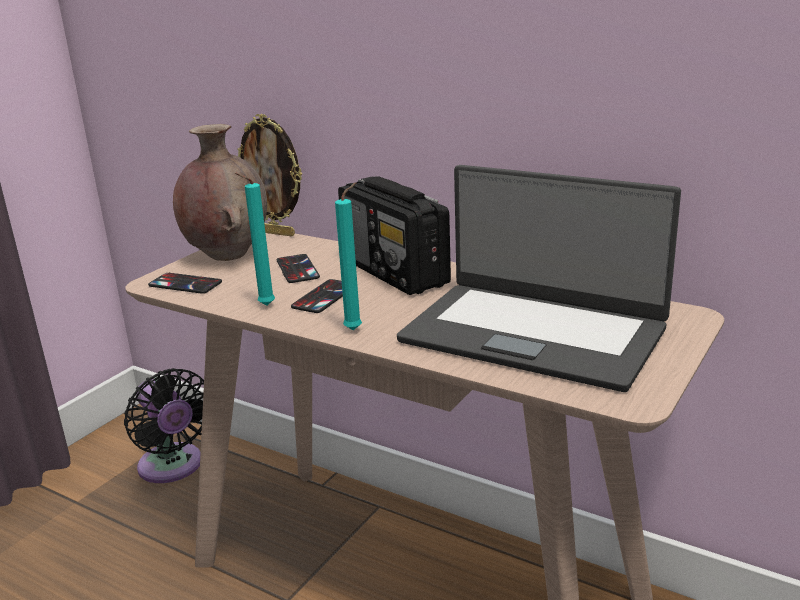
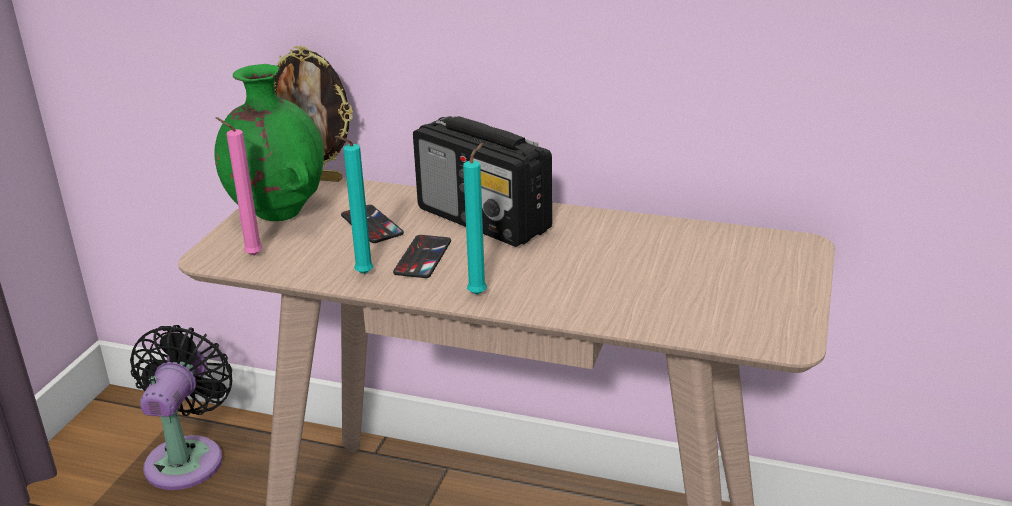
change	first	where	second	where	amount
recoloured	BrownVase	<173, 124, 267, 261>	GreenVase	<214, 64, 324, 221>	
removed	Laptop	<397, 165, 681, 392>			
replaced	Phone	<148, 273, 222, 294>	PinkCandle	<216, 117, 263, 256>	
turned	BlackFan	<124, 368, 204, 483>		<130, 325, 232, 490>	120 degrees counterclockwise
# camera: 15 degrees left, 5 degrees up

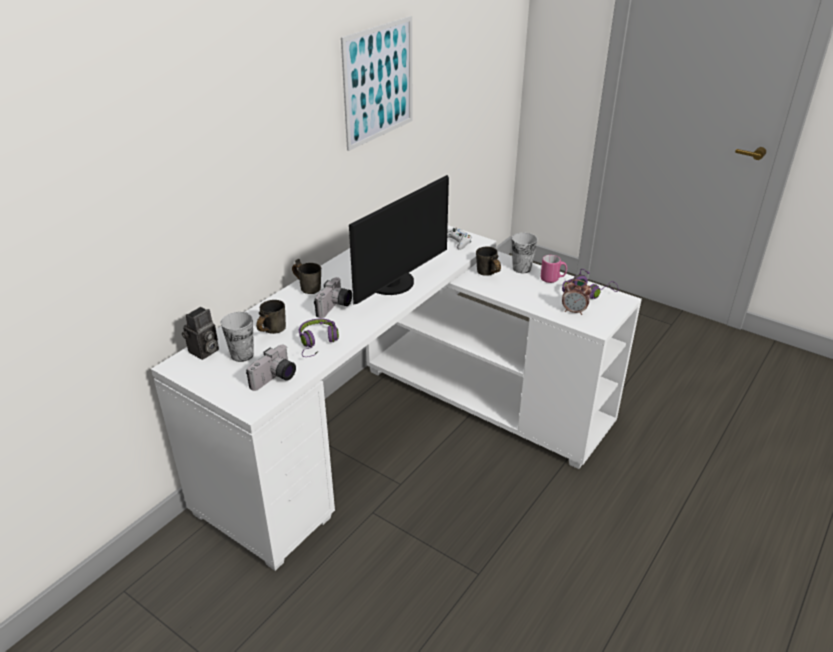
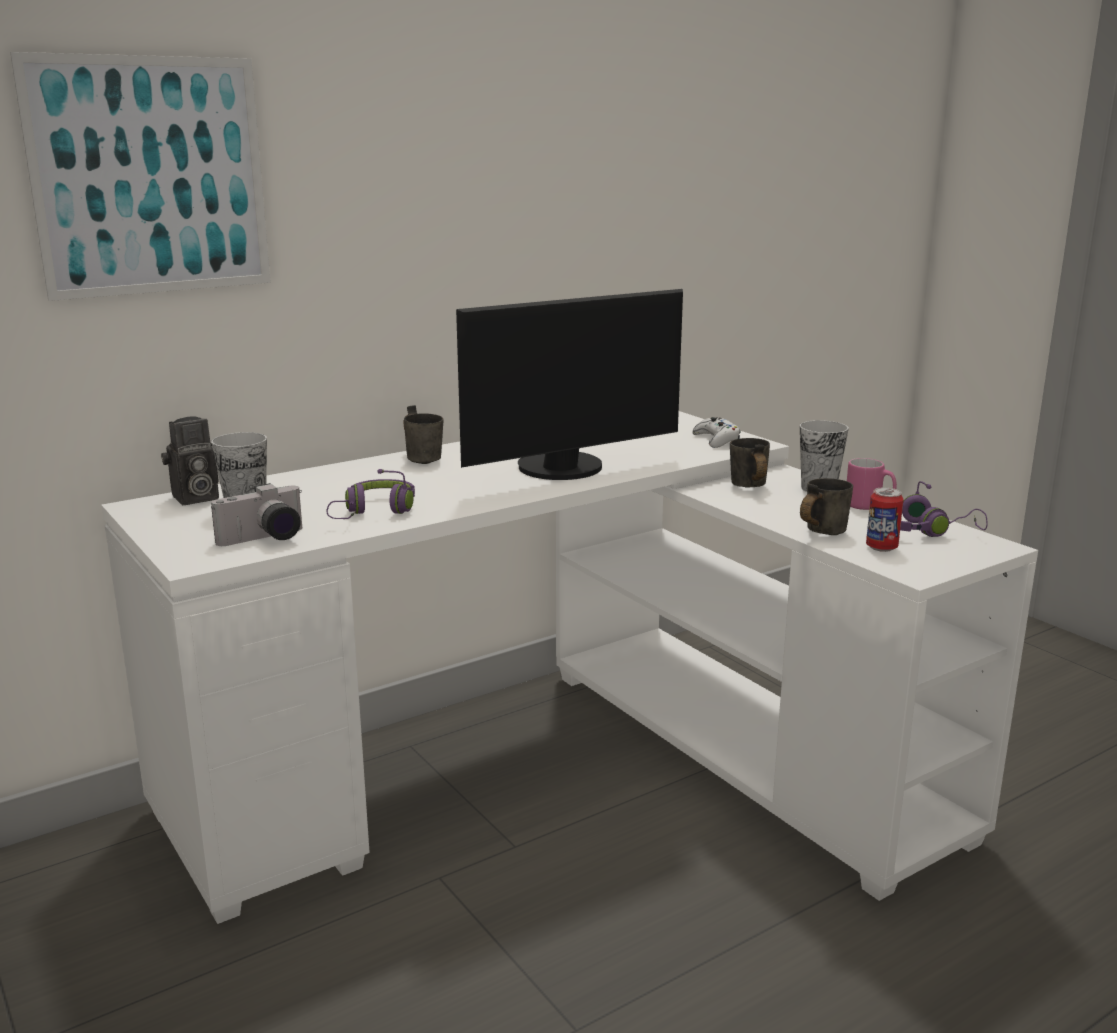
change	first	where	second	where	amount
moved	Picture	<341, 16, 412, 151>		<10, 52, 271, 301>	
removed	PhotoCamera	<314, 277, 352, 318>			
replaced	AlarmClock	<562, 280, 592, 315>	Can	<866, 487, 904, 552>	
moved	GreyMug	<256, 300, 286, 334>		<800, 478, 853, 535>	
# camera: 20 degrees right, 15 degrees down

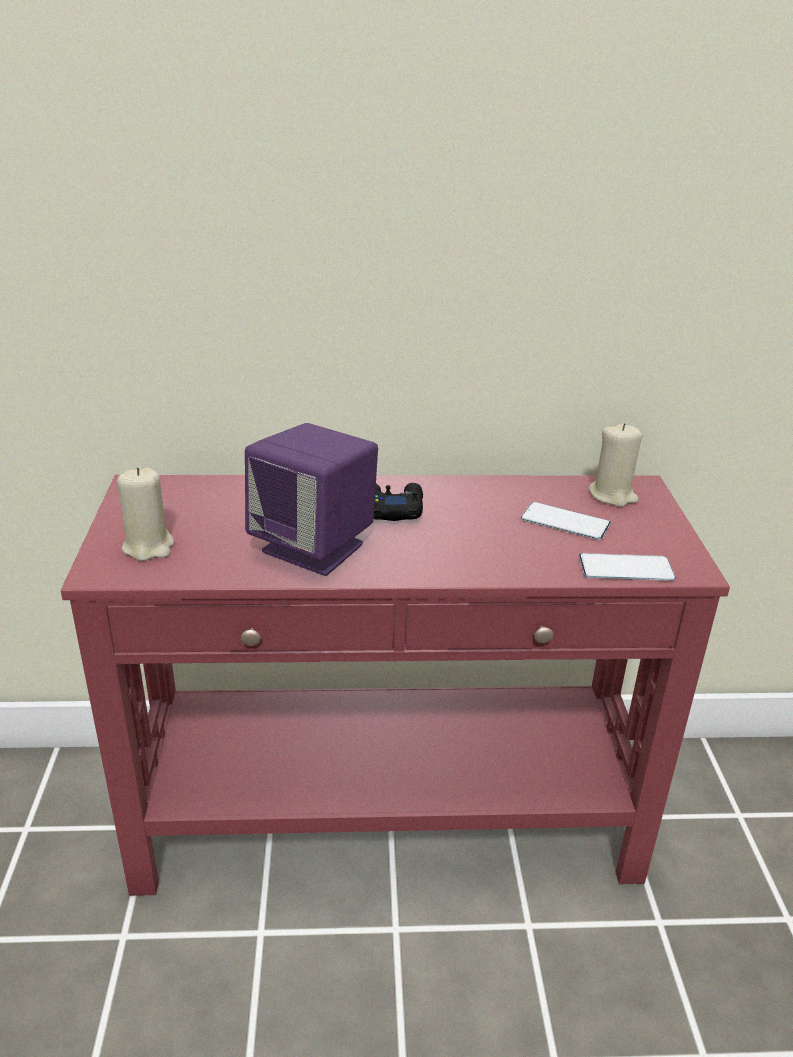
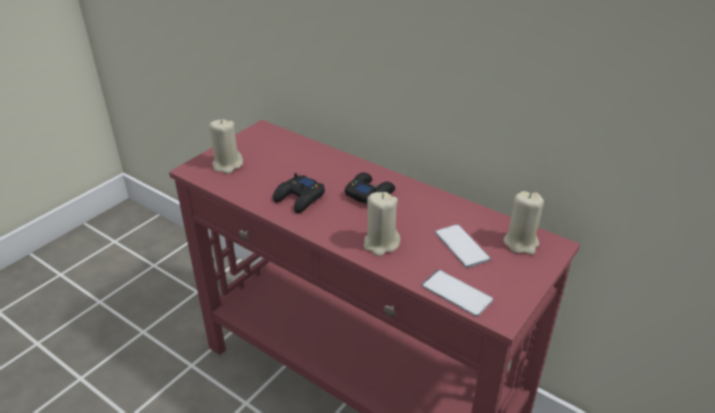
change	first	where	second	where	amount
replaced	PurpleSpeaker	<245, 423, 378, 576>	BlackGameController	<273, 173, 325, 213>	
added			BeigeCandle	<364, 192, 400, 256>	
# camera: 40 degrees right, 5 degrees up

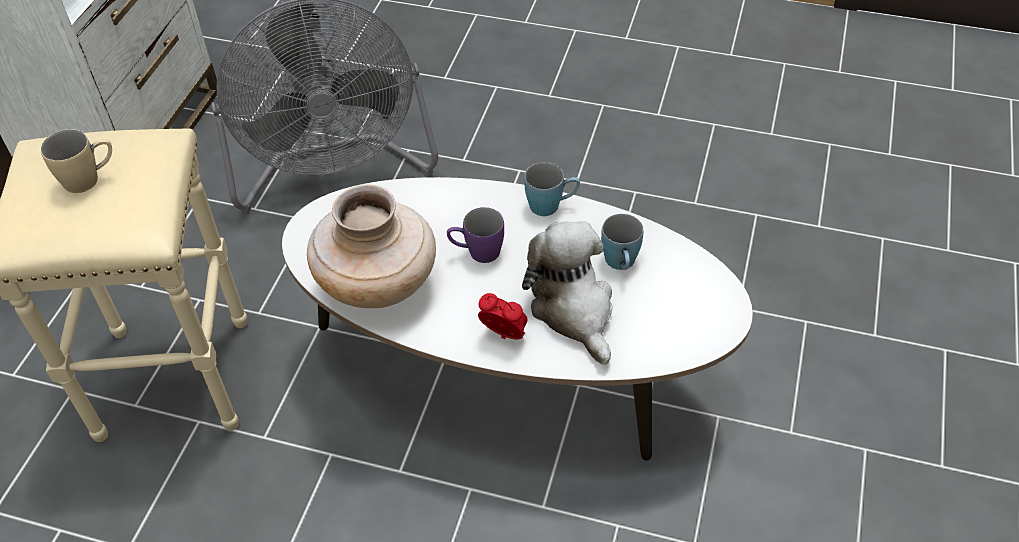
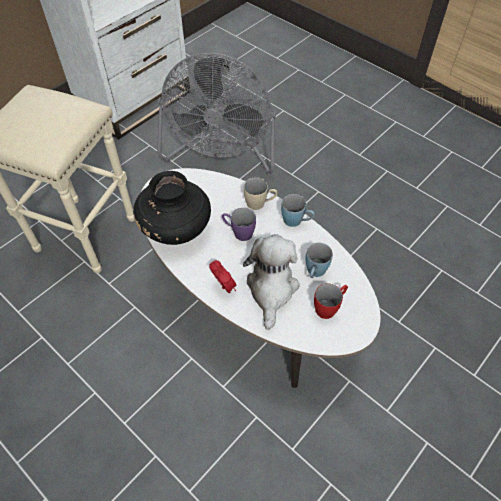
change	first	where	second	where	amount
moved	BeigeMug	<40, 129, 112, 193>		<244, 177, 277, 210>	
recoloured	BeigeVase	<307, 184, 436, 308>	BlackVase	<133, 171, 211, 245>	
added			RedMug	<314, 283, 348, 319>	
# camera: 25 degrees right, 5 degrees up

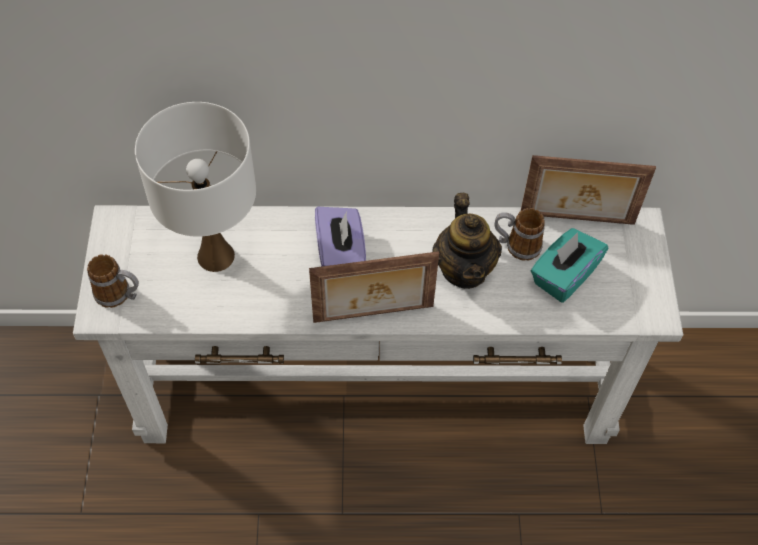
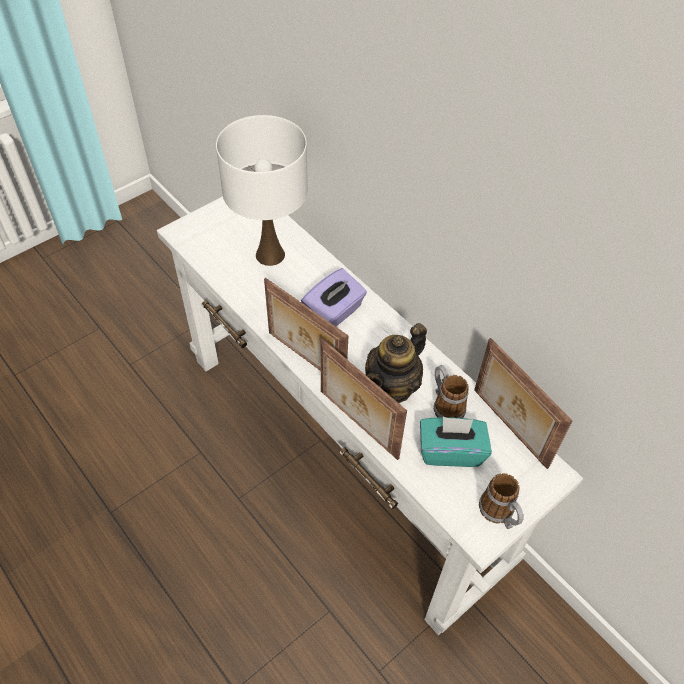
change	first	where	second	where	amount
moved	Mug	<87, 254, 139, 308>		<479, 473, 524, 529>	
added			PictureFrame	<321, 339, 407, 460>	
# camera: 50 degrees right, 5 degrees down

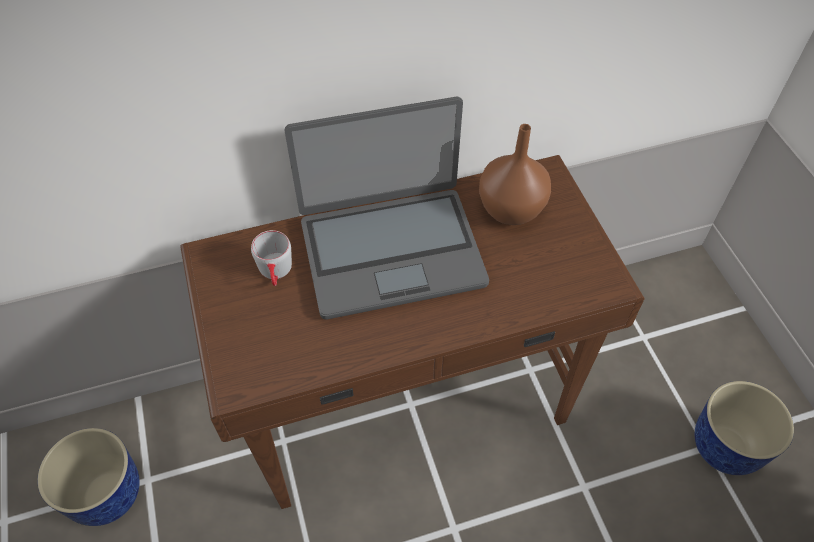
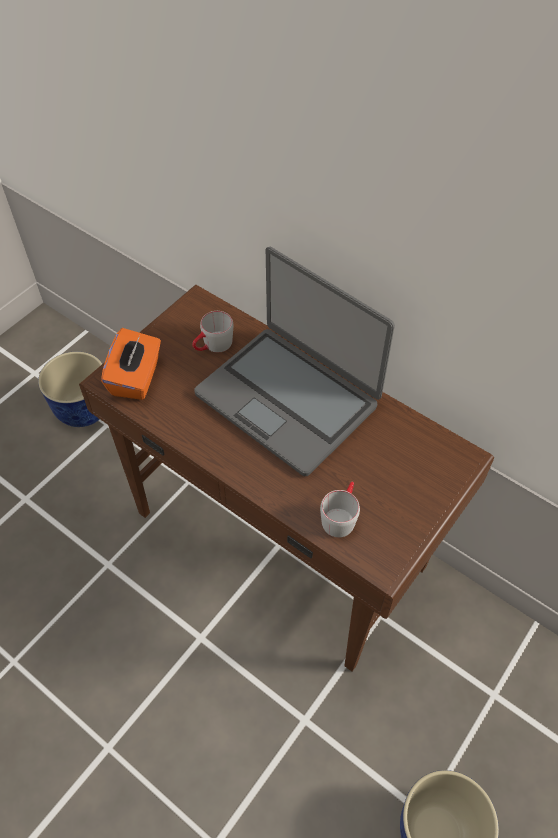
change	first	where	second	where	amount
removed	BrownVase	<479, 124, 551, 225>			
added			OrangeTissueBox	<101, 328, 161, 400>	
added			GreyMug	<320, 482, 360, 538>	
# camera: 55 degrees right, 0 degrees up

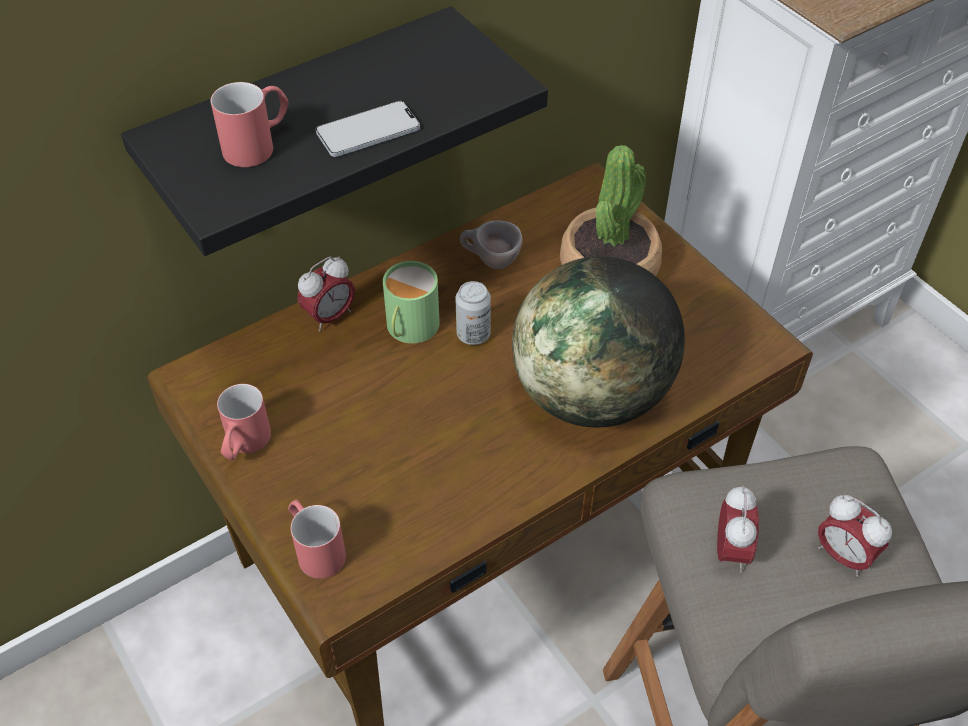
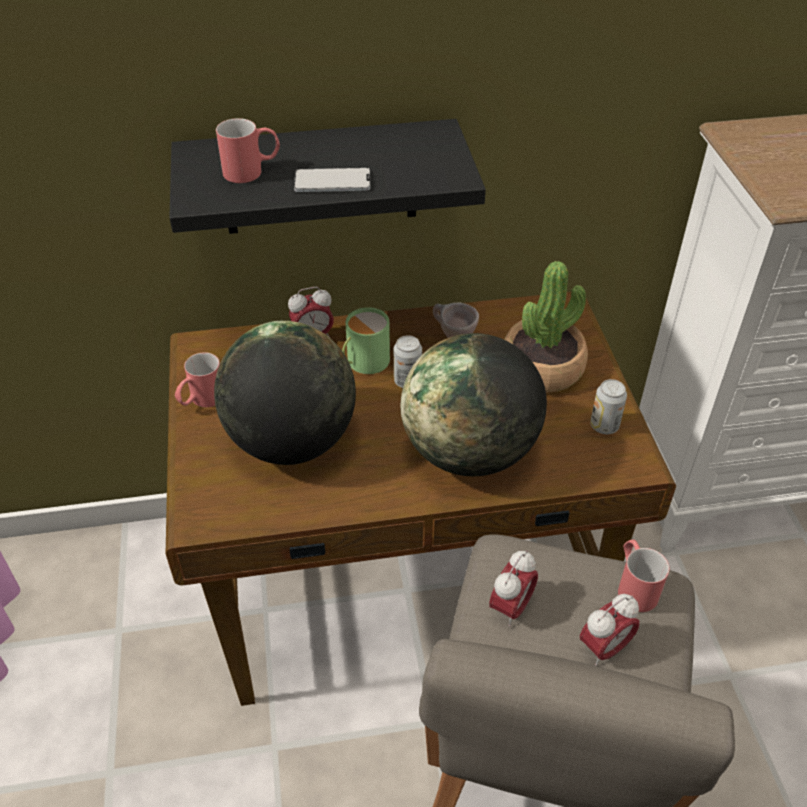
change	first	where	second	where	amount
turned	AlarmClock	<818, 495, 892, 577>		<580, 594, 640, 666>	105 degrees counterclockwise
moved	RedMug	<288, 499, 346, 579>		<618, 539, 669, 612>	
added			Globe	<214, 321, 356, 465>	
added			Can	<590, 379, 627, 434>	
# camera: 25 degrees right, 5 degrees down

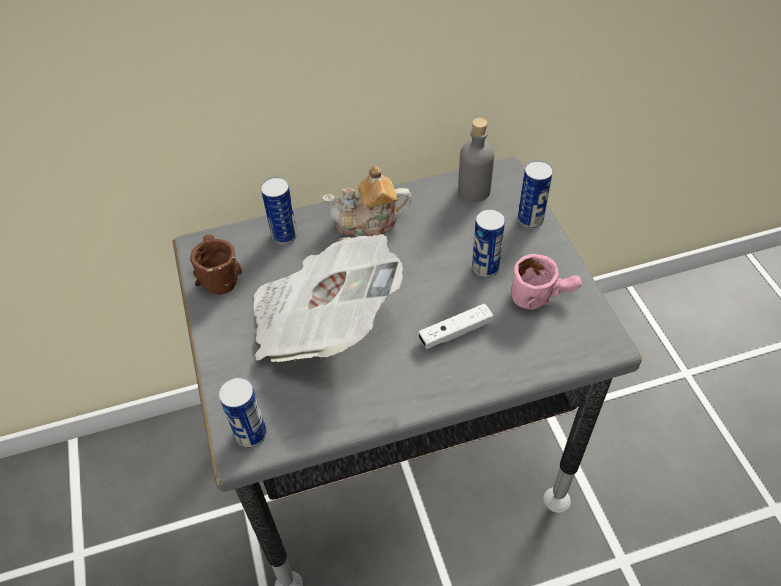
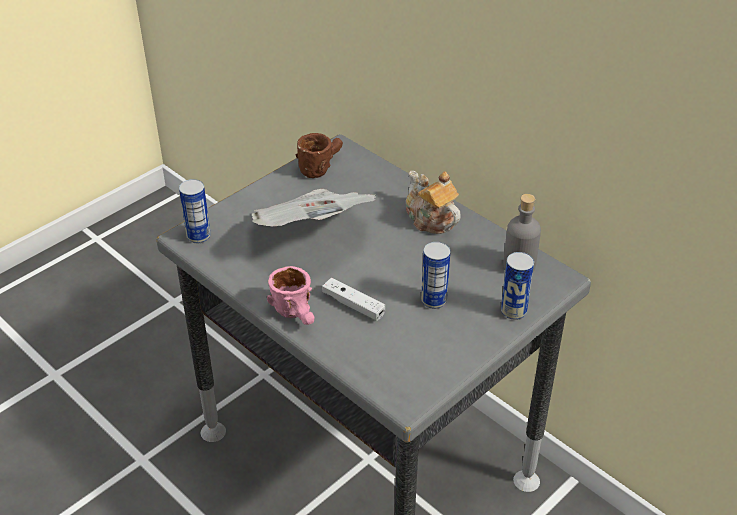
change	first	where	second	where	amount
removed	Can	<261, 177, 297, 245>			
moved	PinkMug	<511, 254, 582, 310>		<267, 266, 314, 325>	
# camera: 60 degrees right, 10 degrees down

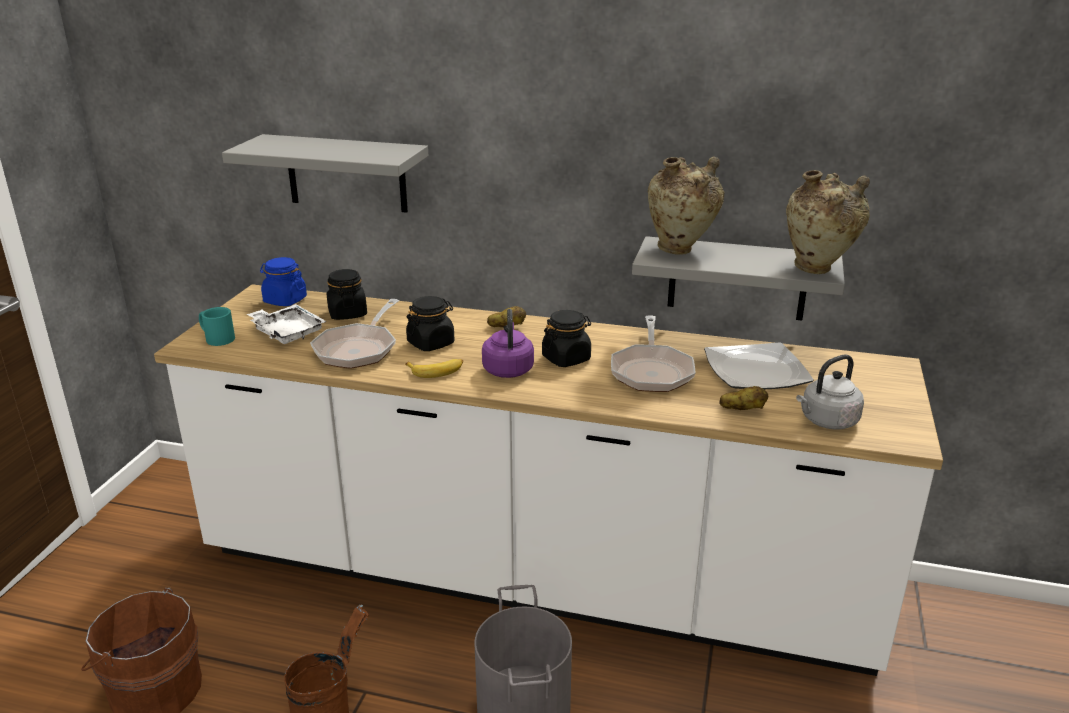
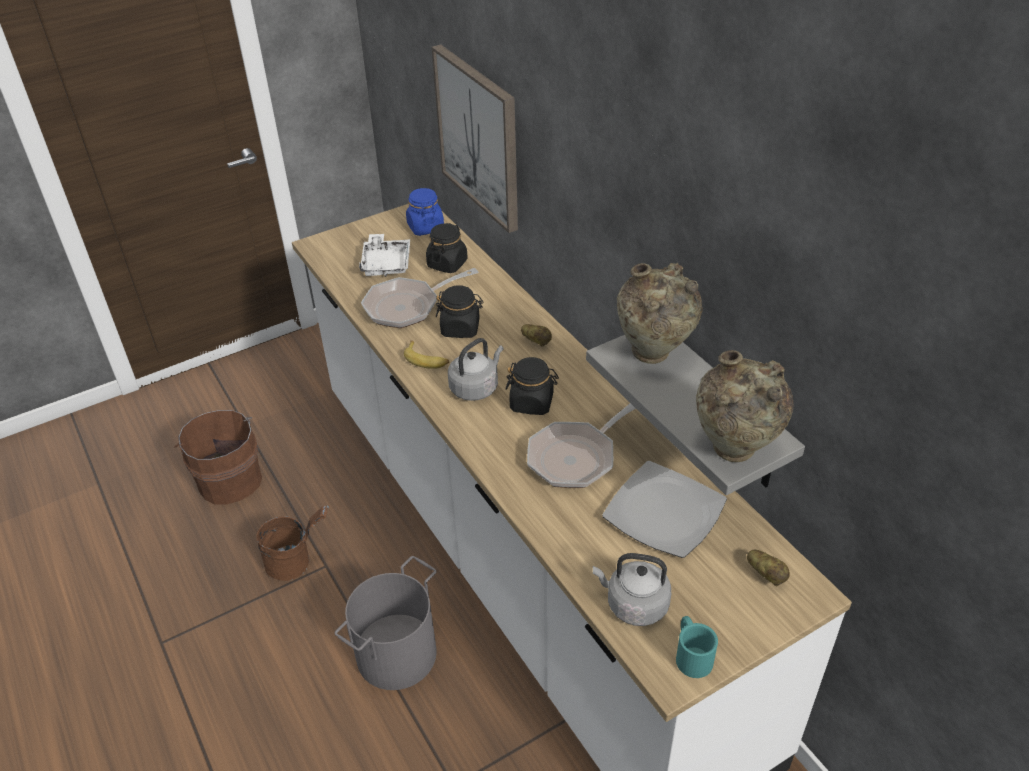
change	first	where	second	where	amount
replaced	GreyShelf	<222, 134, 428, 213>	Picture	<432, 44, 518, 233>	
moved	TurquoiseMug	<199, 307, 235, 346>		<676, 616, 718, 678>	
recoloured	PurpleKettle	<482, 309, 534, 378>	GreyKettle	<448, 338, 504, 401>	
moved	Potato	<719, 386, 768, 410>		<747, 550, 790, 586>	
# camera: 45 degrees right, 15 degrees up

